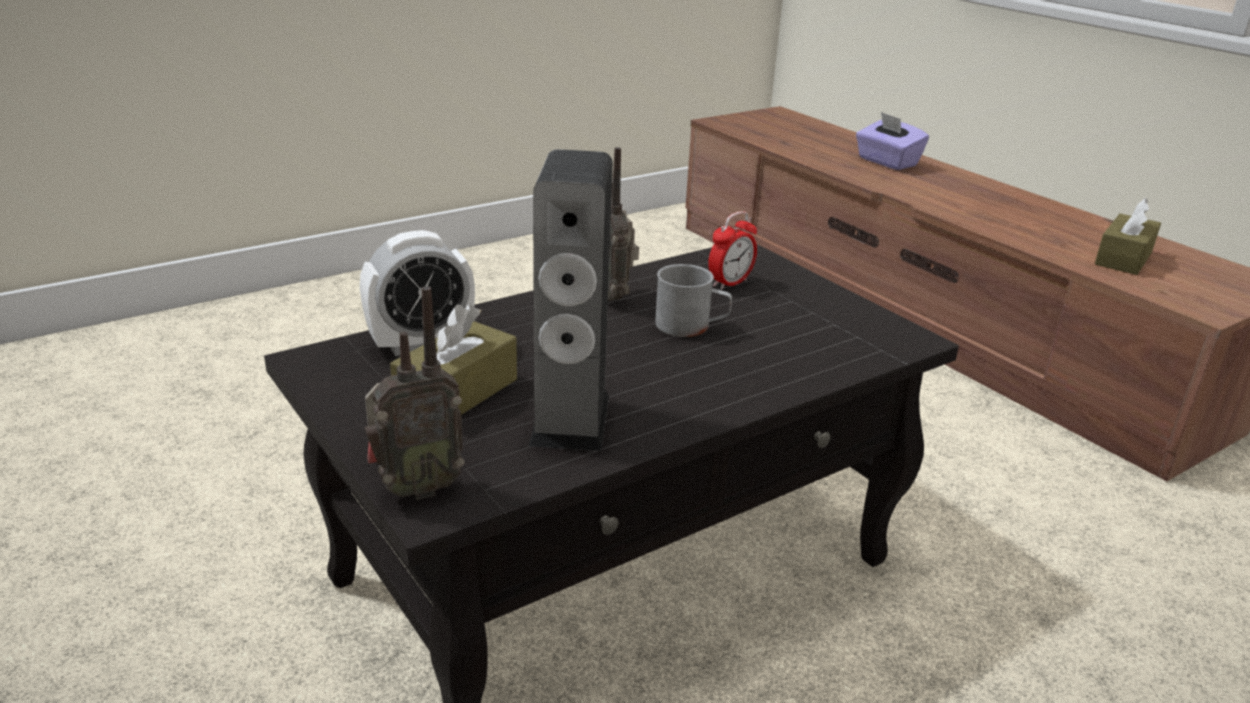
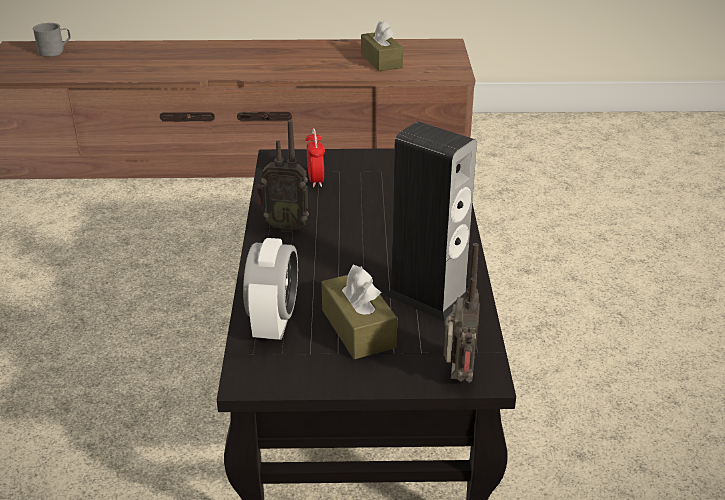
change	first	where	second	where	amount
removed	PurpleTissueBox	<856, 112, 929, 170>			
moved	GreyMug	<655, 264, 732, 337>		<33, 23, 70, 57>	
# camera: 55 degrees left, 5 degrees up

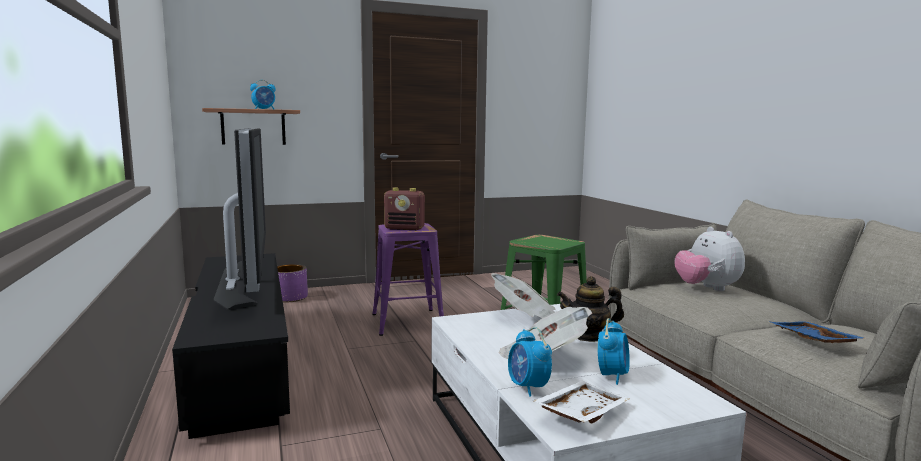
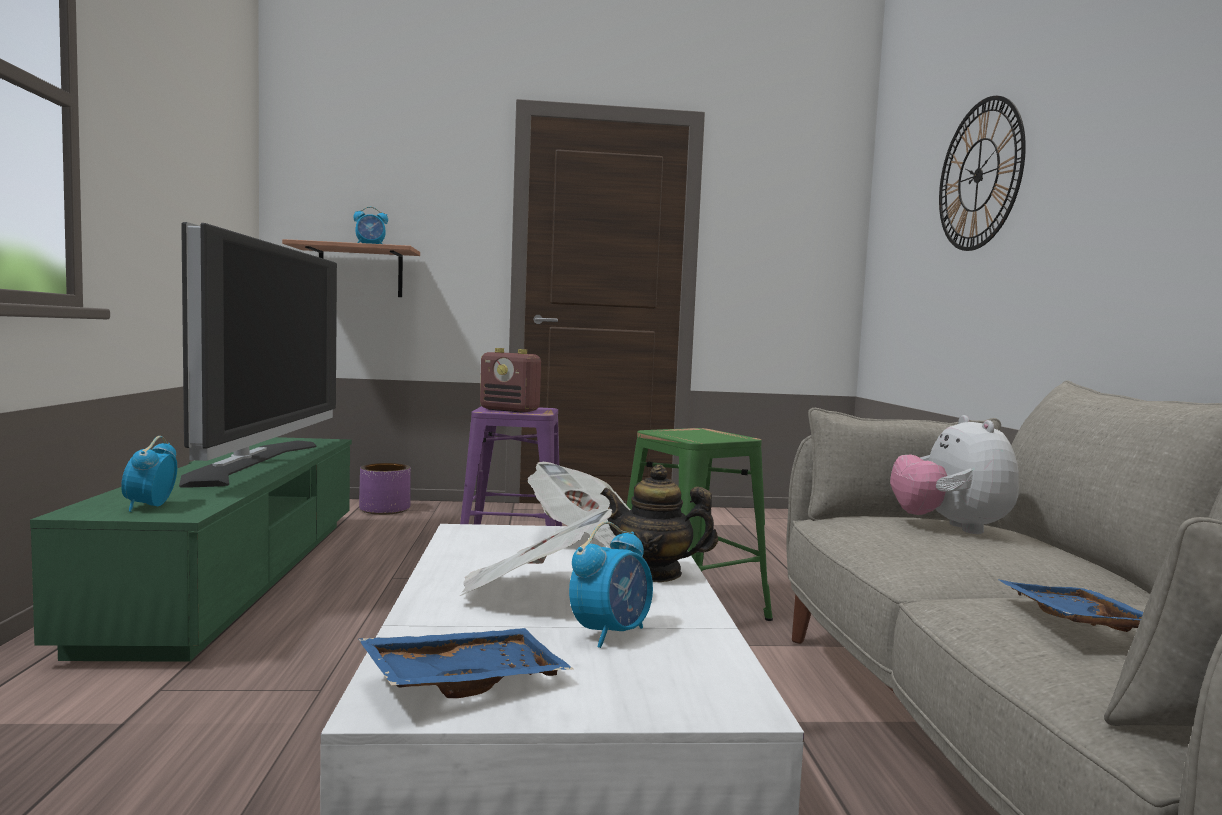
change	first	where	second	where	amount
recoloured	BlackTvStand	<172, 253, 290, 439>	GreenTvStand	<30, 437, 352, 662>	
moved	AlarmClock	<508, 327, 552, 397>		<121, 436, 177, 512>	
recoloured	WhiteTray	<533, 381, 629, 424>	BlueTray	<358, 628, 573, 698>	
added			WallClock	<939, 96, 1026, 251>	
# camera: 15 degrees right, 5 degrees down

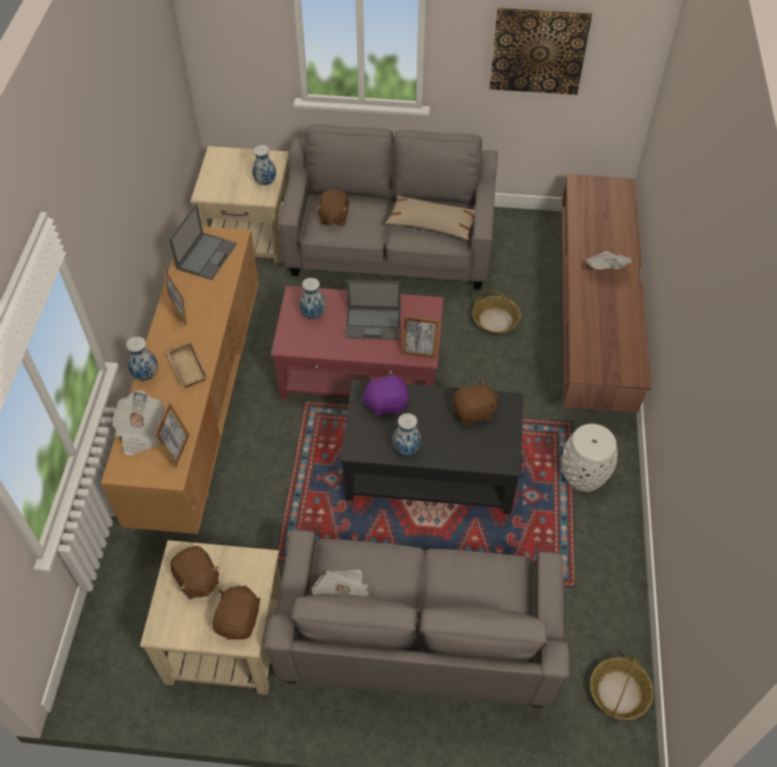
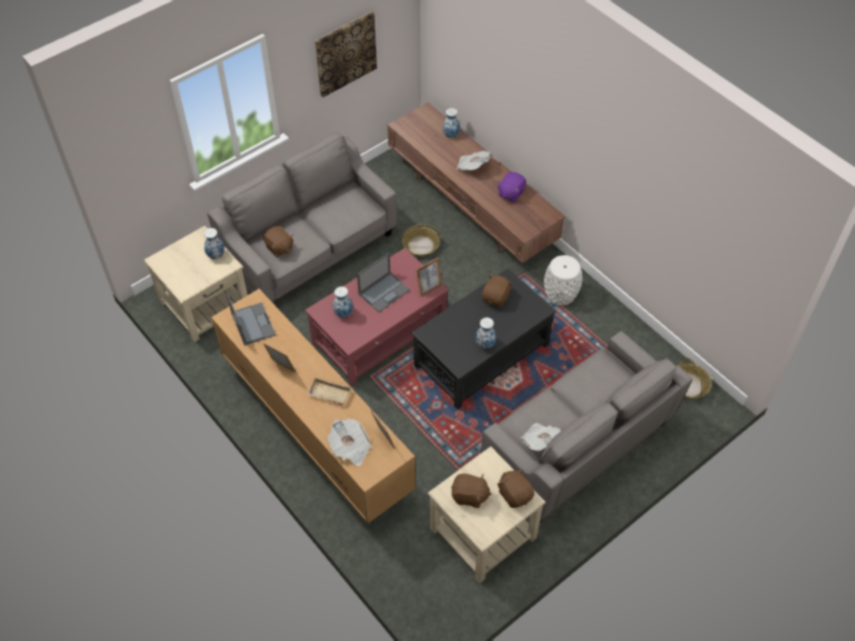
change	first	where	second	where	amount
removed	BeigePillow	<385, 195, 475, 240>			
moved	Vase	<126, 336, 158, 380>		<442, 108, 460, 138>	
moved	PurplePlushToy	<361, 375, 409, 417>		<497, 172, 526, 202>	
# camera: 45 degrees left, 0 degrees up

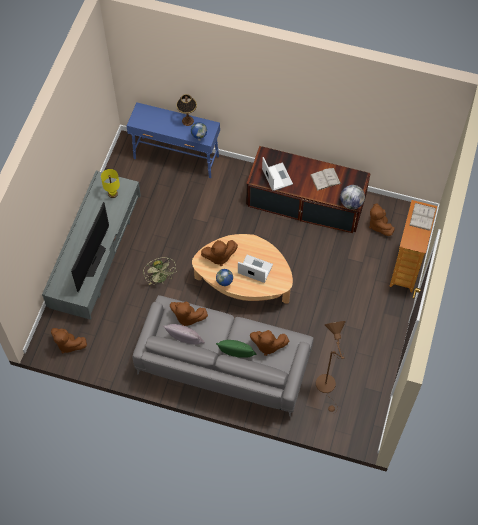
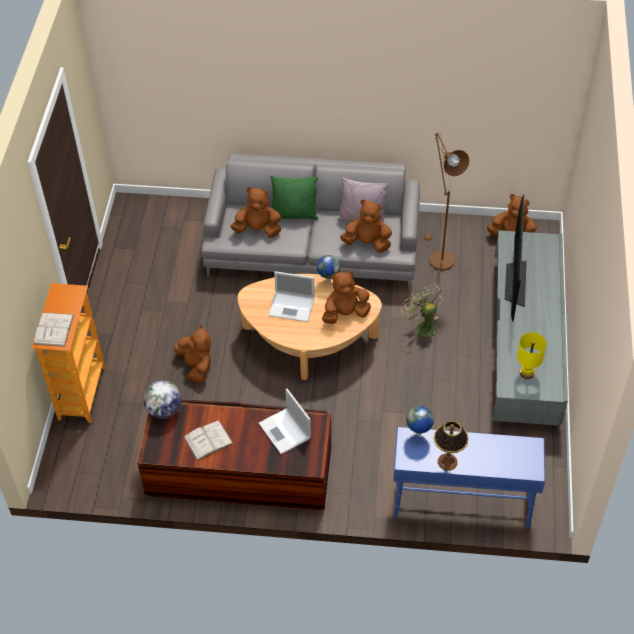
change	first	where	second	where	amount
moved	BrownPlushToy	<369, 204, 395, 236>		<174, 325, 211, 383>	
moved	BrownFloorLamp	<316, 321, 346, 413>		<423, 133, 469, 271>	
# camera: 170 degrees right, 10 degrees down

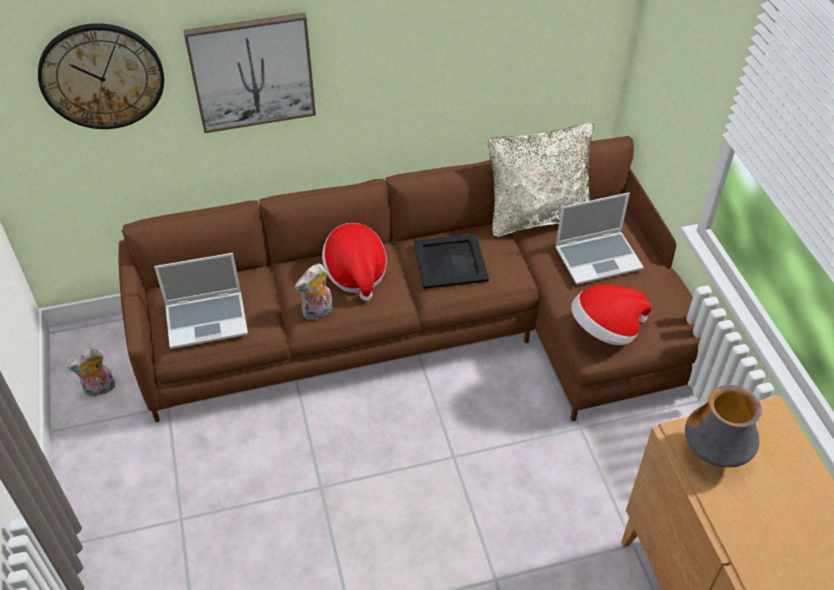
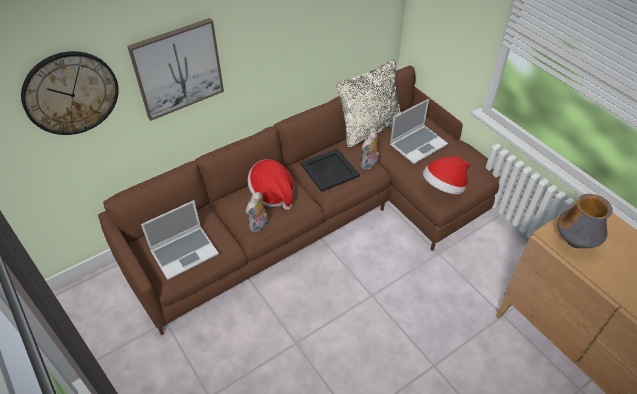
change	first	where	second	where	amount
moved	PlushToy	<67, 348, 116, 398>		<360, 131, 379, 170>	
# camera: 20 degrees left, 0 degrees up

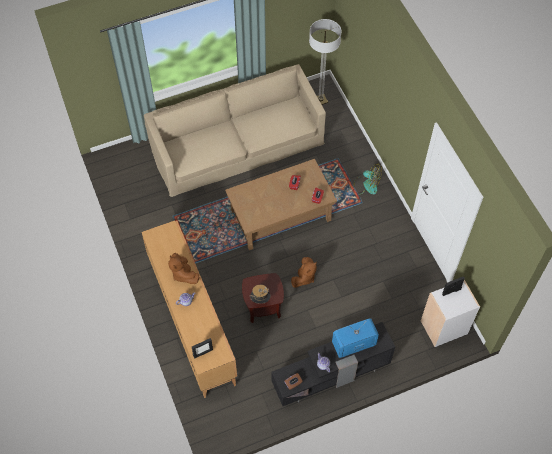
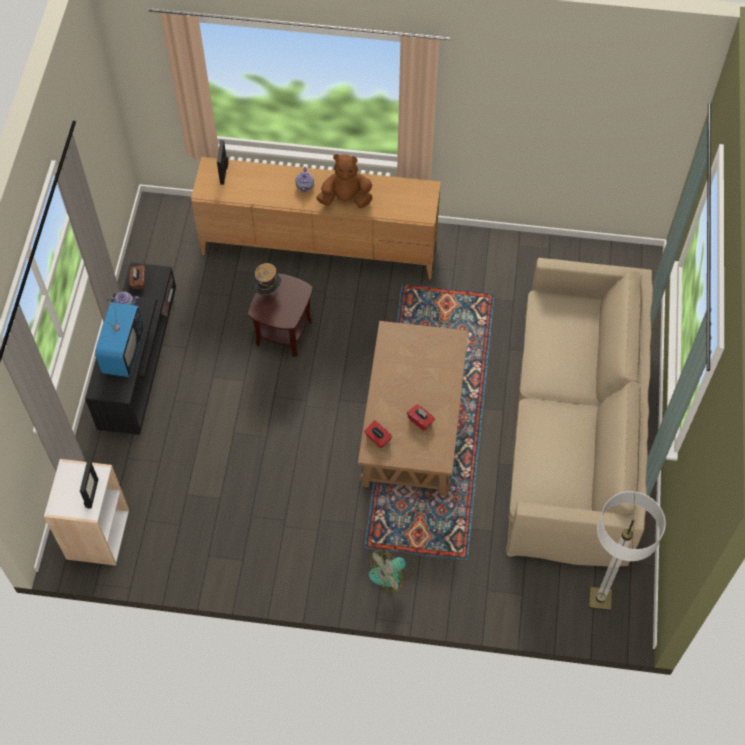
change	first	where	second	where	amount
removed	BrownPlushToy	<291, 257, 317, 288>			
# camera: 120 degrees right, 0 degrees up

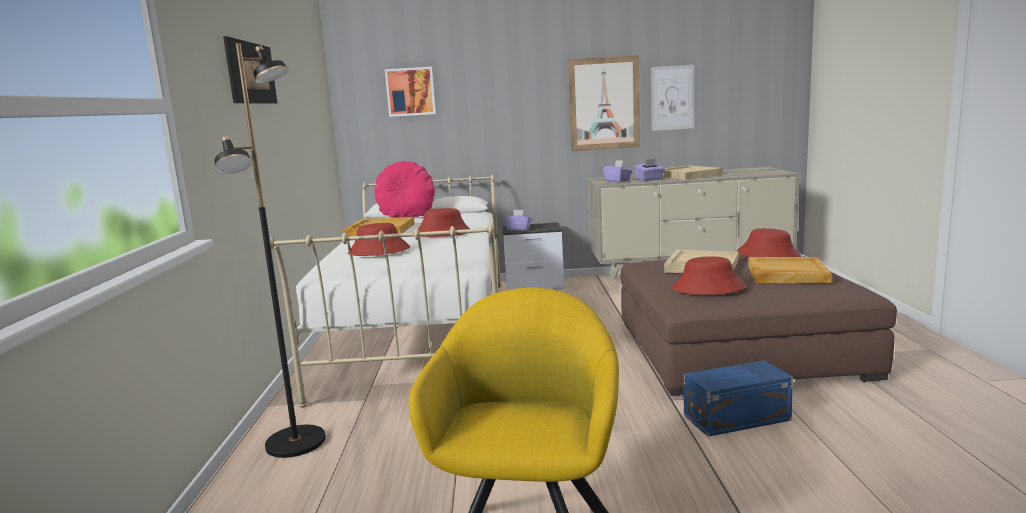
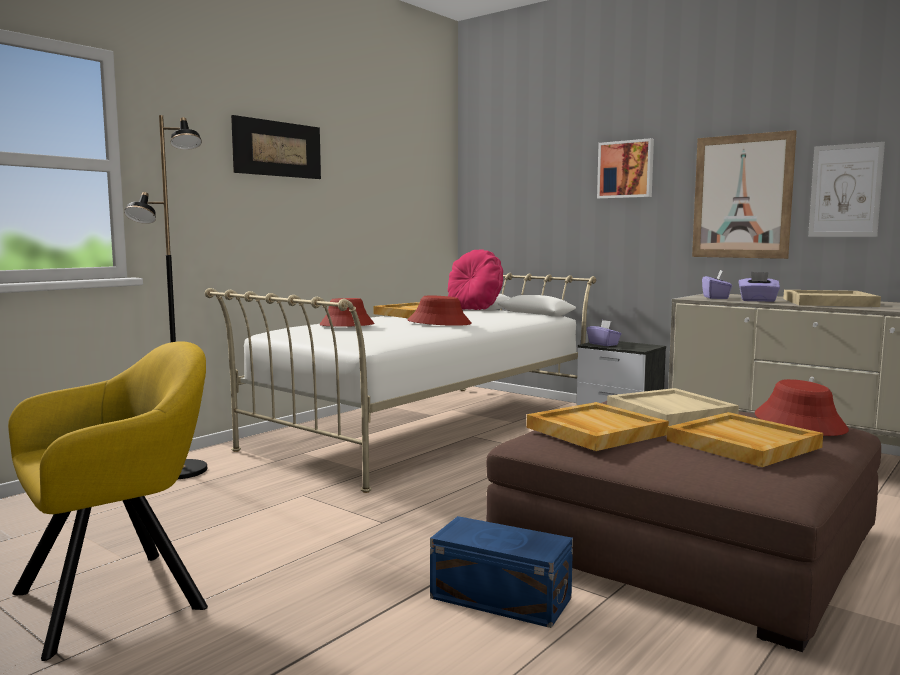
change	first	where	second	where	amount
moved	Picture	<385, 67, 436, 117>		<597, 138, 654, 199>	
replaced	RedHat	<672, 256, 747, 295>	BeigeTray	<527, 402, 669, 451>	
# camera: 40 degrees right, 5 degrees down

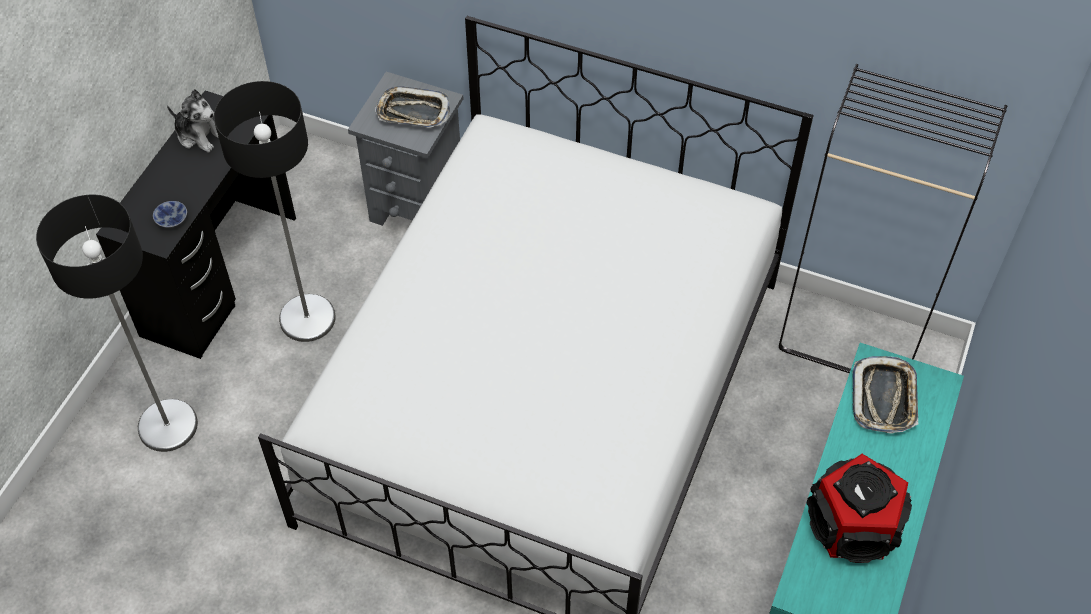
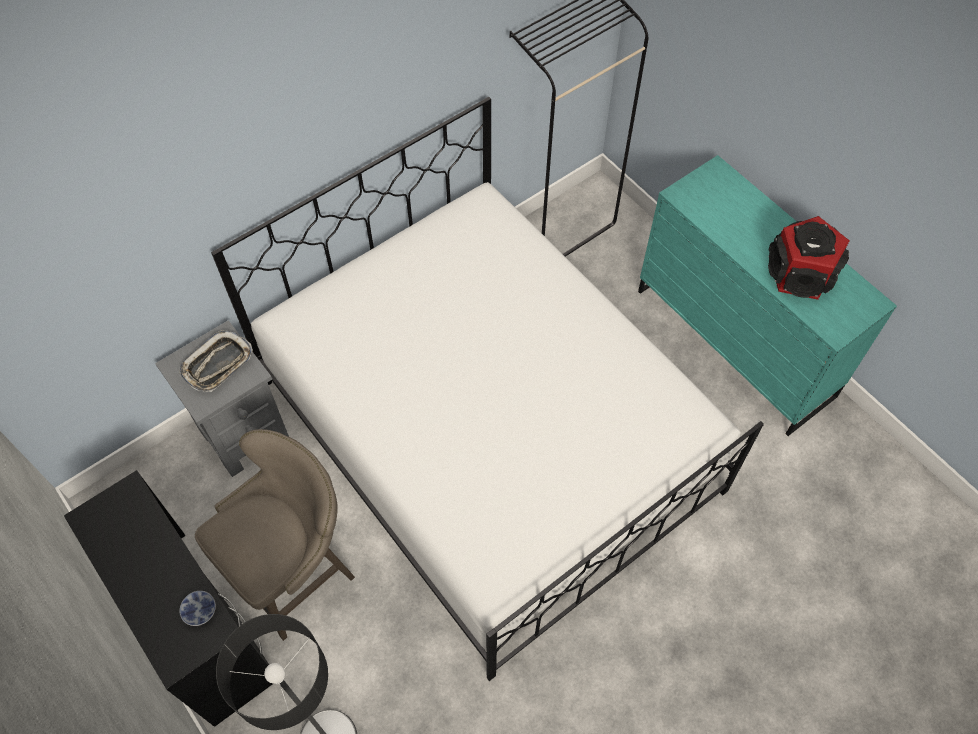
change	first	where	second	where	amount
replaced	FloorLamp	<214, 81, 336, 342>	BeigeStool	<195, 429, 355, 641>	
removed	PlushToy	<167, 89, 219, 153>			
removed	Tray	<852, 356, 918, 433>			
# camera: 60 degrees left, 5 degrees up

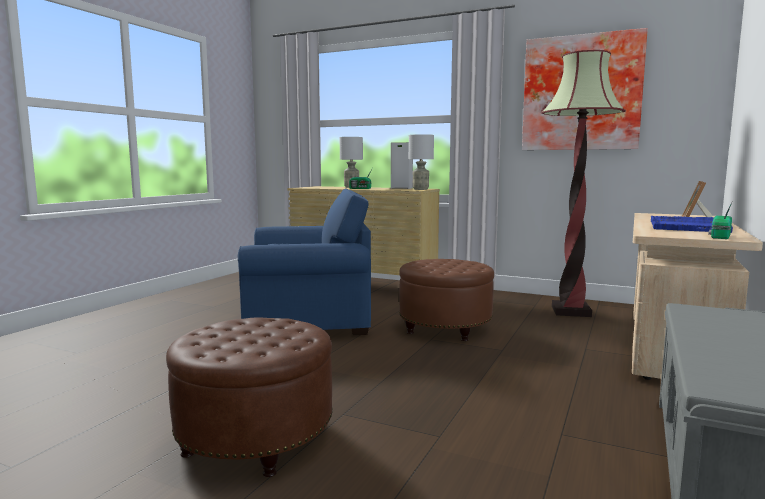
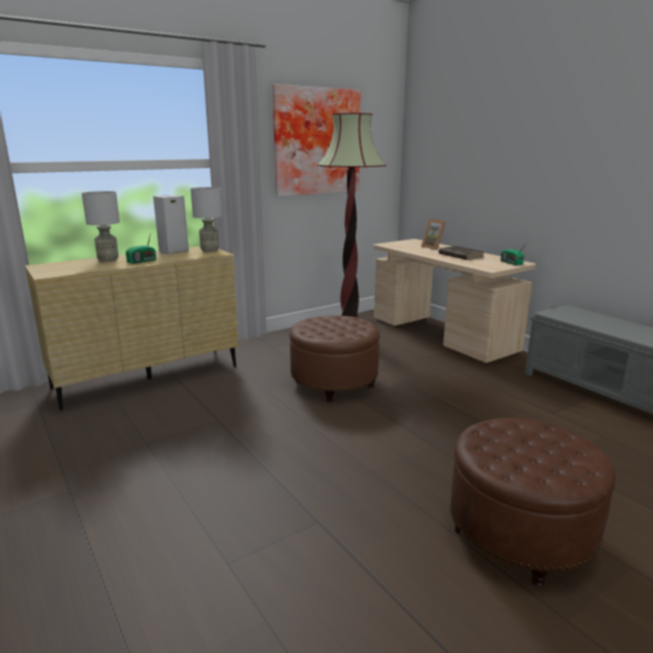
change	first	where	second	where	amount
removed	BlueArmchair	<238, 188, 371, 335>			
replaced	BlueTray	<651, 216, 733, 233>	BrownBook	<438, 246, 485, 260>	
# camera: 60 degrees left, 10 degrees up

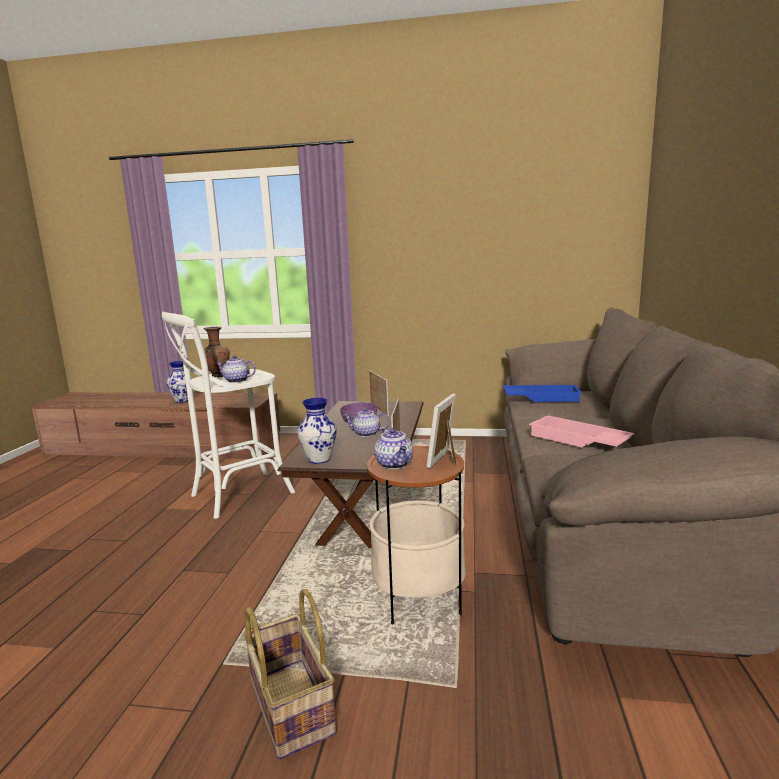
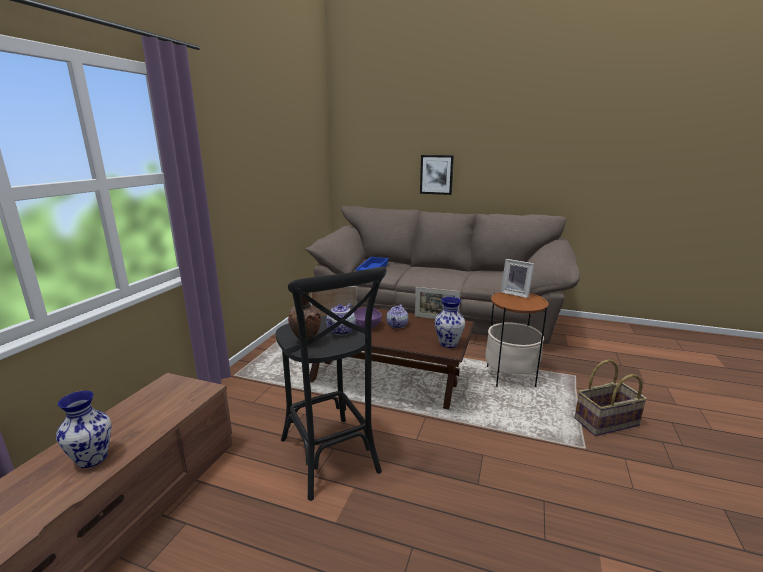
change	first	where	second	where	amount
recoloured	WhiteStool	<162, 311, 295, 519>	BlackStool	<276, 267, 386, 501>	
removed	PinkTray	<529, 416, 635, 447>			
removed	Teapot	<374, 428, 413, 469>			
added			Picture	<420, 155, 454, 195>	
# camera: 80 degrees left, 5 degrees up

